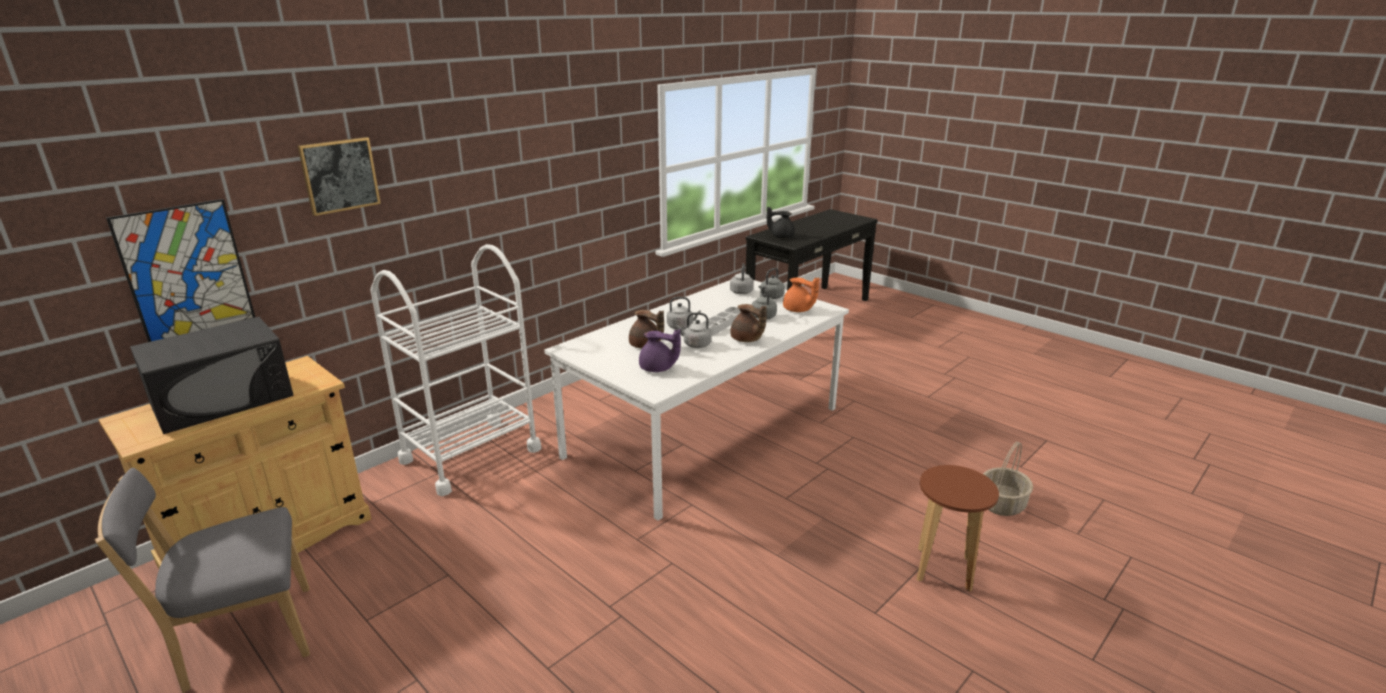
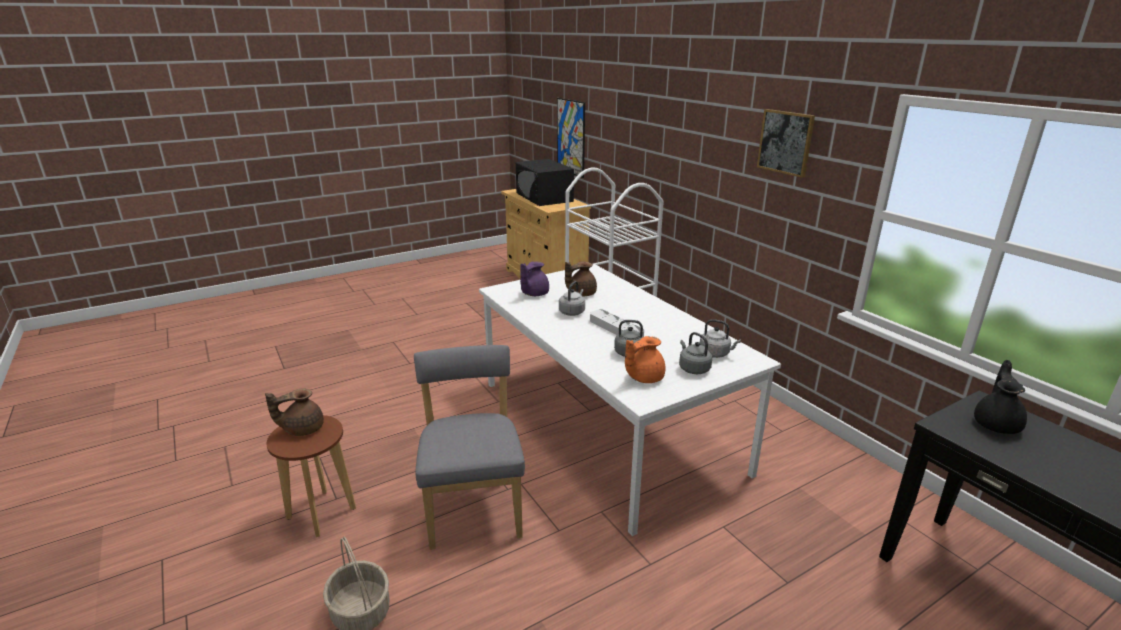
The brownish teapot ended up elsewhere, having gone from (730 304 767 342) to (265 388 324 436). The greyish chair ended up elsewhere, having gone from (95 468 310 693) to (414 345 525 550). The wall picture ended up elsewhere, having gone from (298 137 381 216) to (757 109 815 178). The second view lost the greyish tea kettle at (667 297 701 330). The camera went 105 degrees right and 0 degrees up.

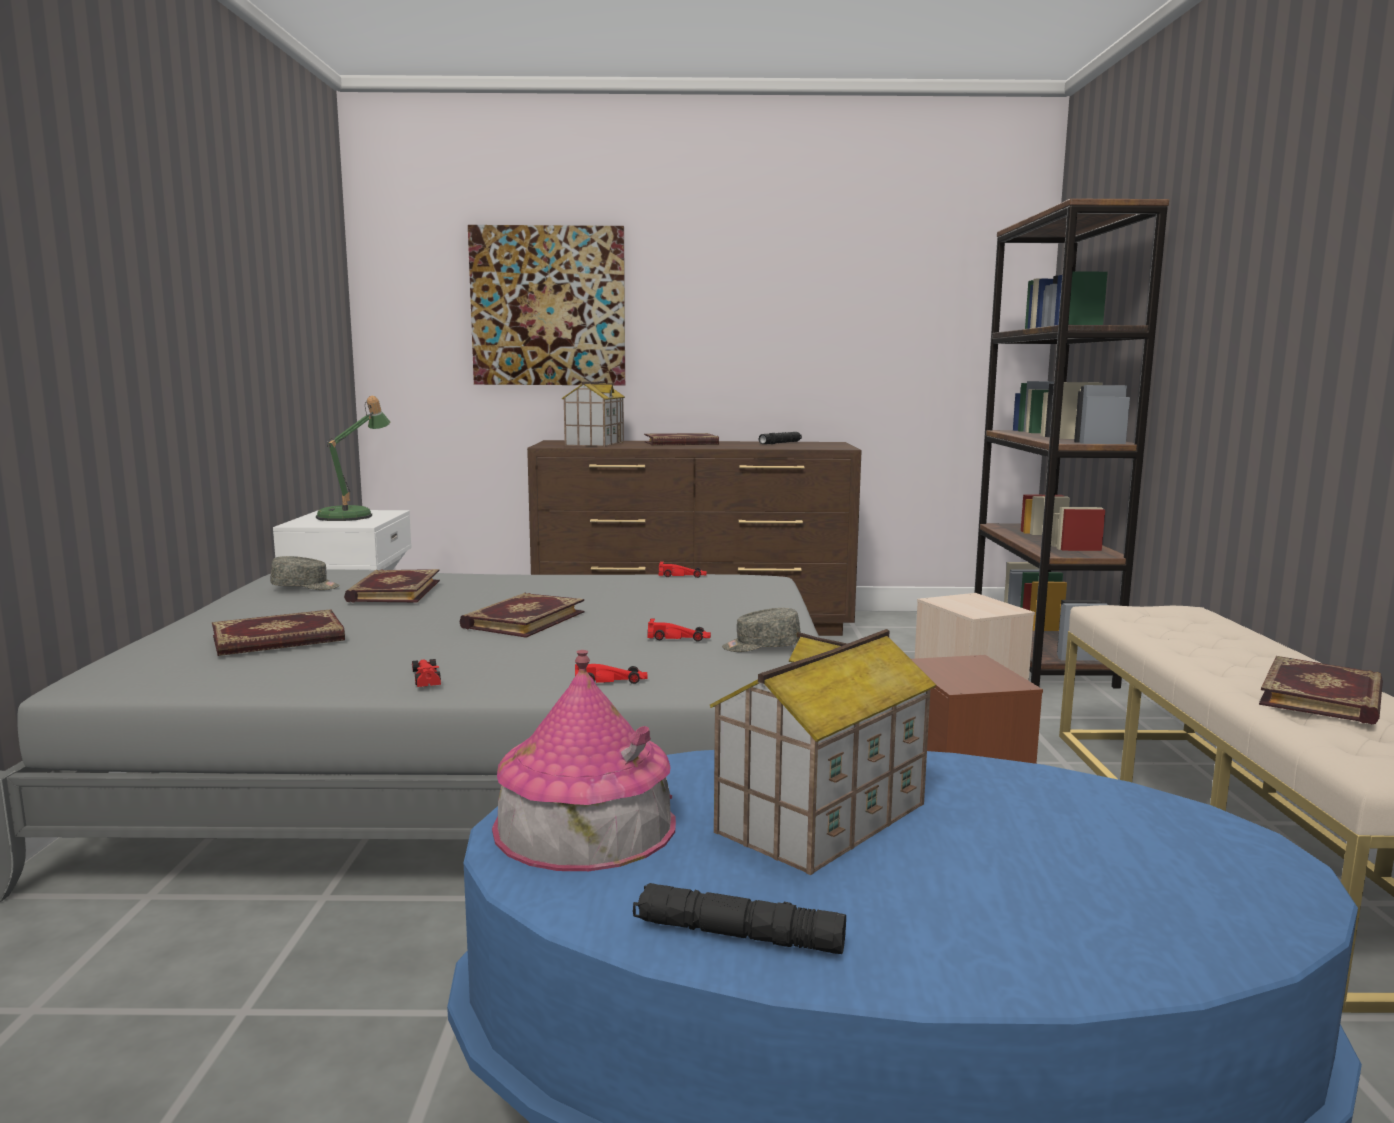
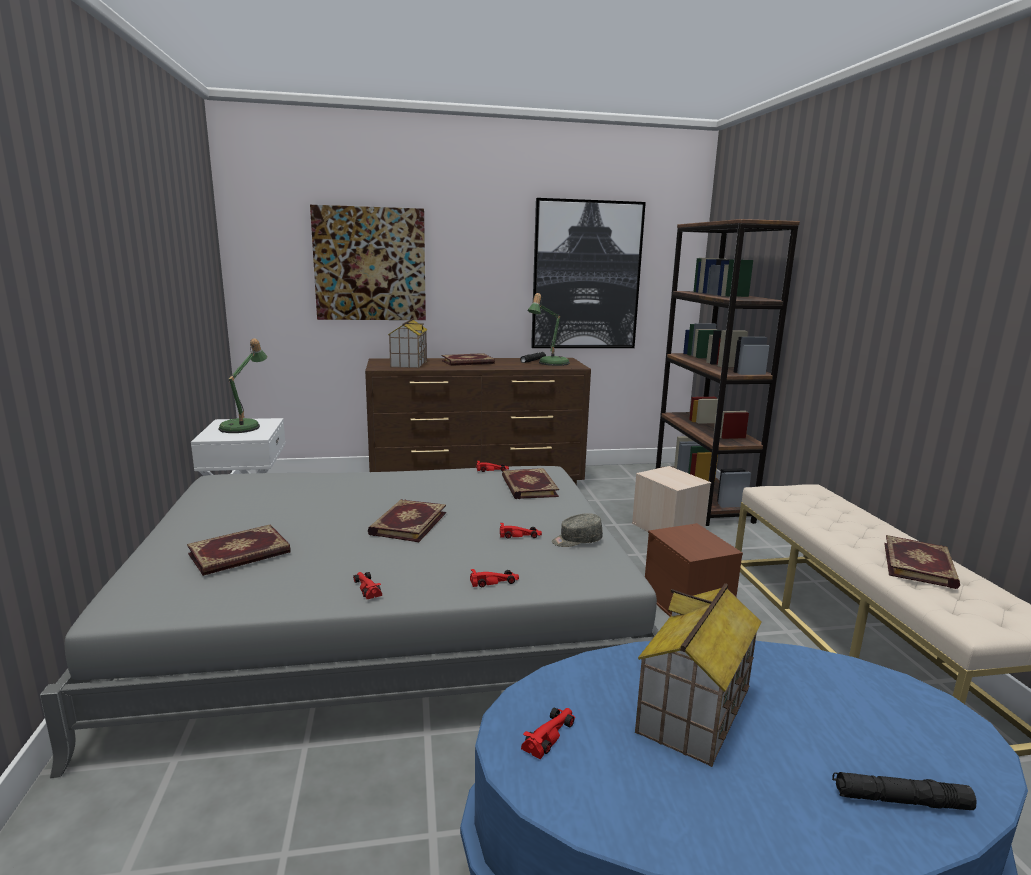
The bound book ended up elsewhere, having gone from (344 569 440 603) to (502 468 559 499). Where the toy house stood at (492 650 676 871), the red-coloured model car came to stand at (521 707 575 759). The second view gained the tabletop lamp at (527 293 570 366). The second view gained the wall picture at (531 198 646 348). The black flashlight ended up elsewhere, having gone from (633 883 846 954) to (832 772 977 810). The second view lost the greyish baseball cap at (270 556 340 590). The camera went 10 degrees left and 5 degrees up.

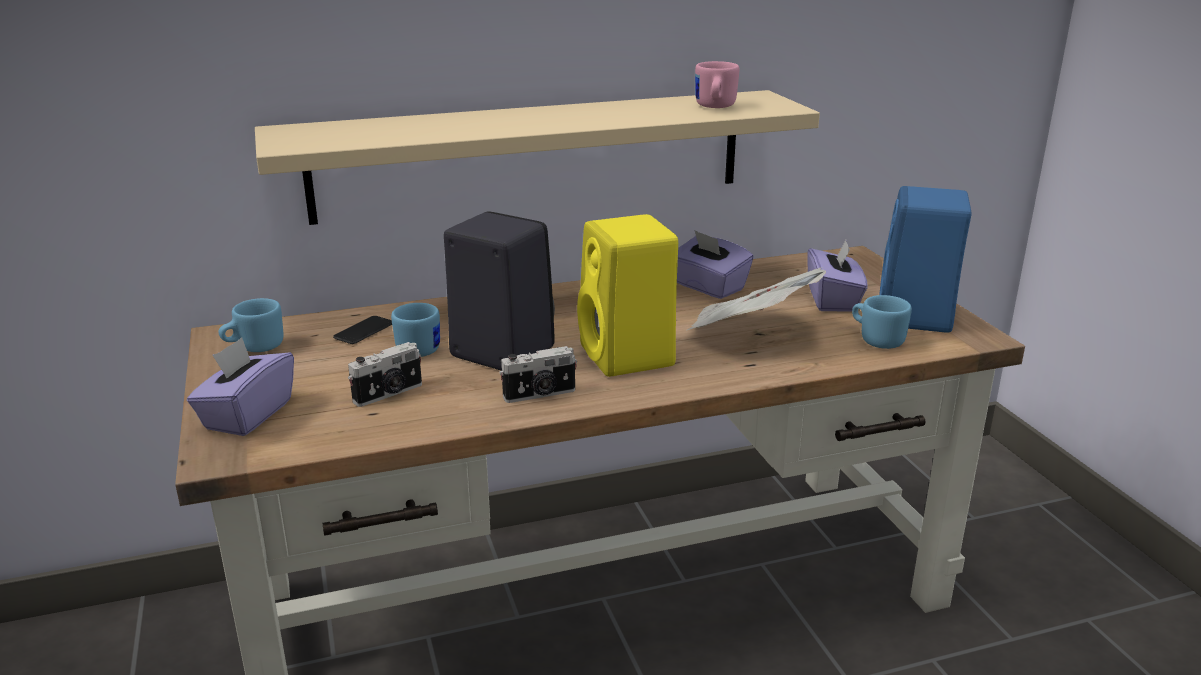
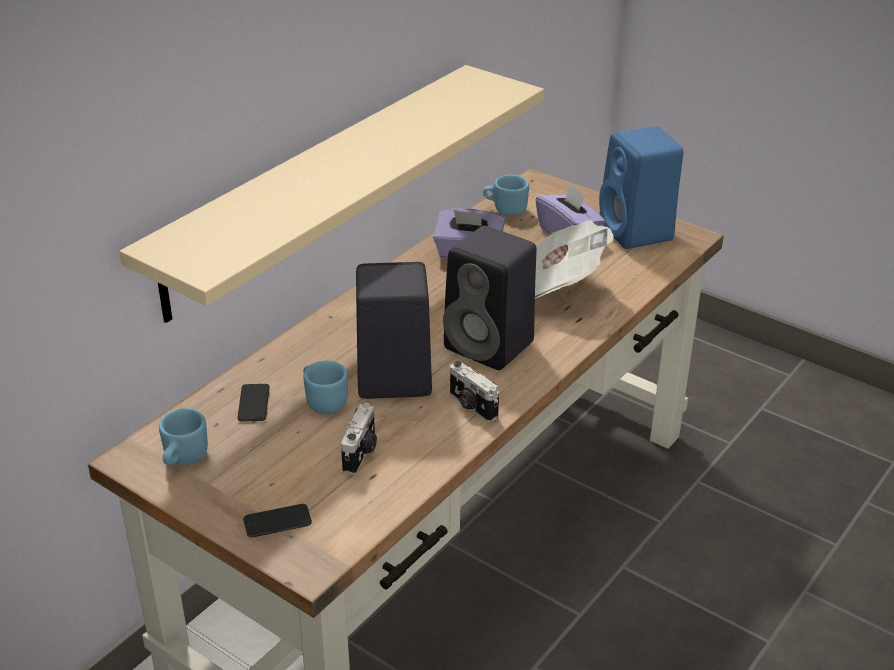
Where the purplish tissue holder stood at (187 337 294 436), the phone came to stand at (243 504 312 538). What was the yellow-coloured loudspeaker at (577 214 678 377) turned into the black loudspeaker at (443 226 537 370). The photo camera at (499 346 577 403) ended up facing another way, 105 degrees clockwise from before. The bluish mug ended up elsewhere, having gone from (852 295 912 349) to (483 175 529 216). The second view lost the pinkish mug at (695 61 739 108). The camera went 35 degrees left and 10 degrees up.

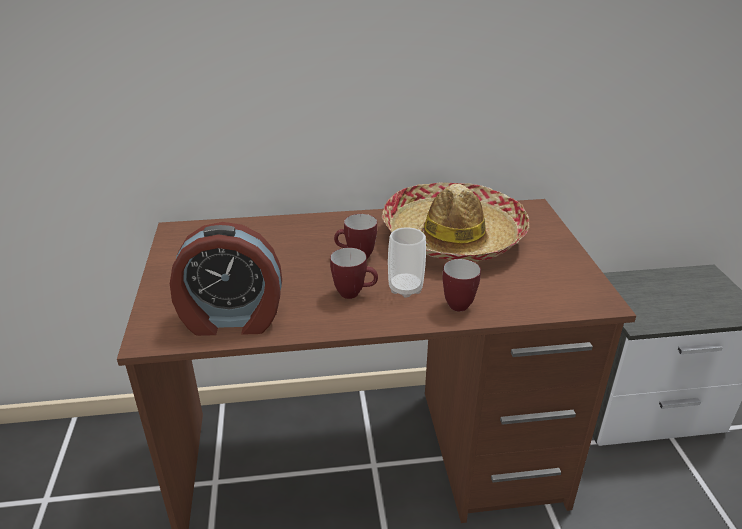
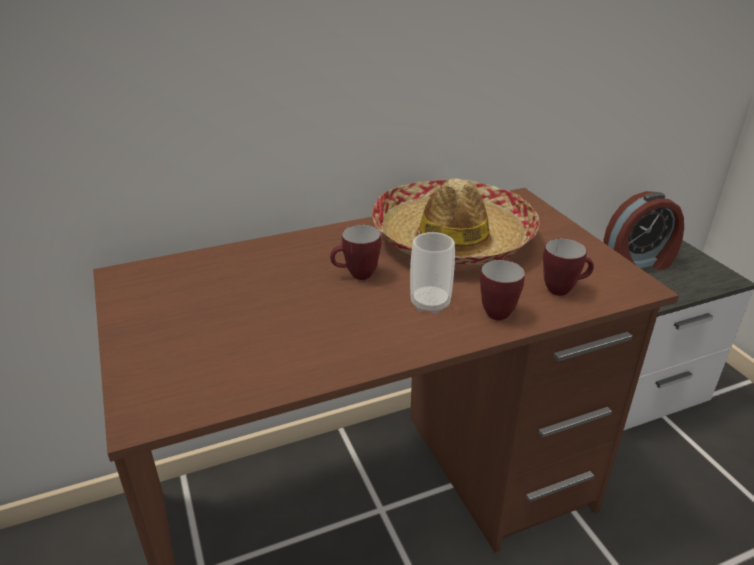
The mug ended up elsewhere, having gone from (330 248 378 299) to (543 238 594 296). The bedside clock ended up elsewhere, having gone from (170 222 282 336) to (604 191 684 270). The camera went 15 degrees left and 0 degrees up.

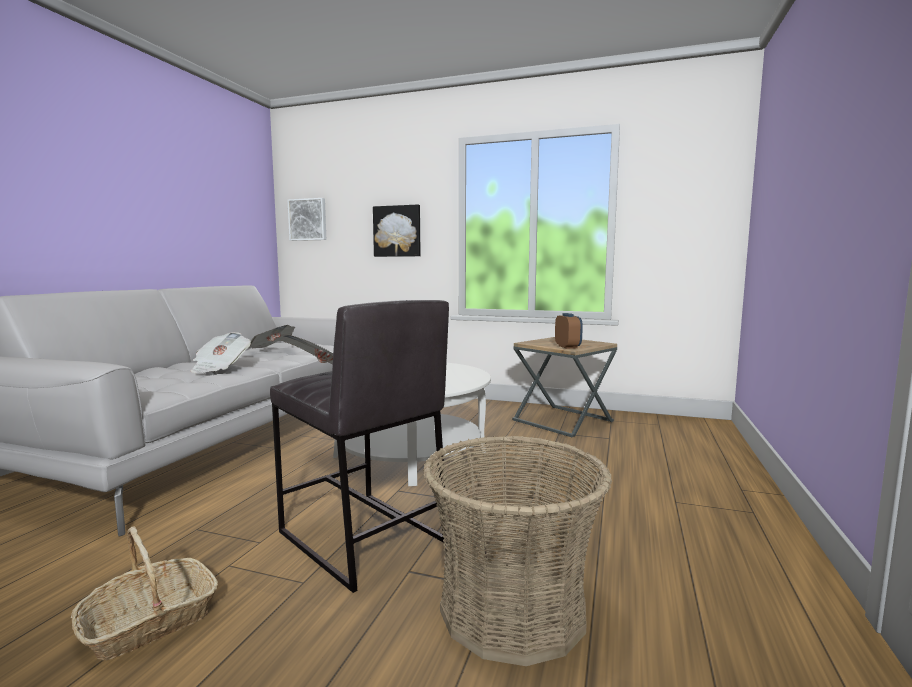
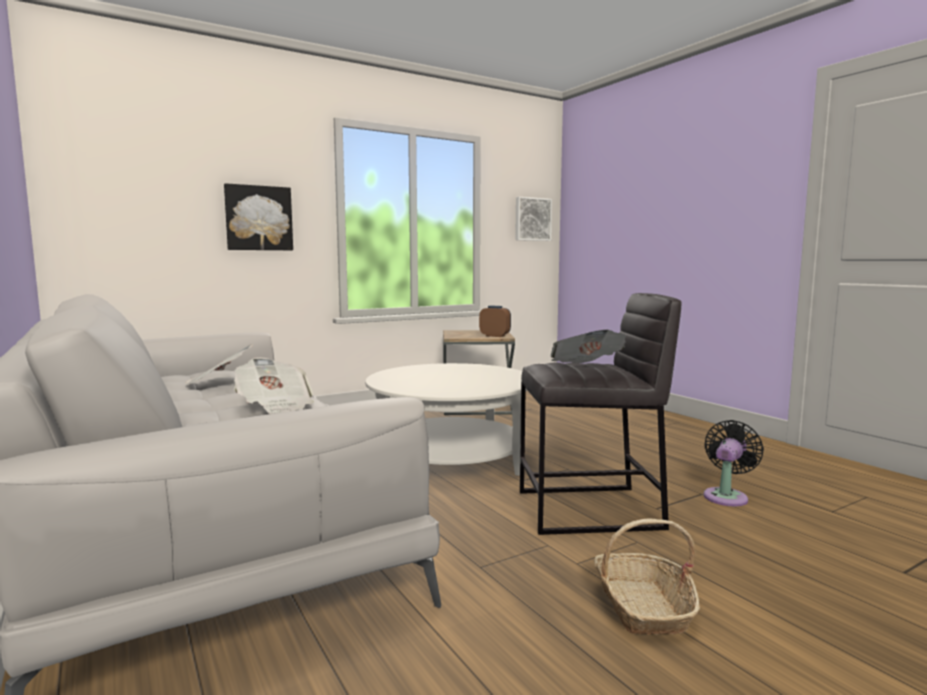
The wall picture ended up elsewhere, having gone from (287 198 326 241) to (515 197 552 241). Where the storage basket stood at (423 436 612 666), the black electric fan came to stand at (704 420 764 506). The camera went 50 degrees left and 0 degrees up.

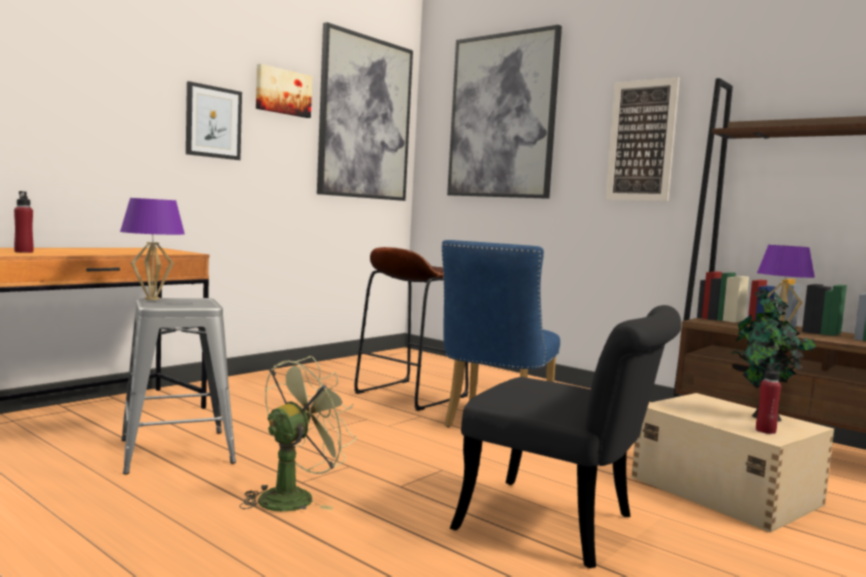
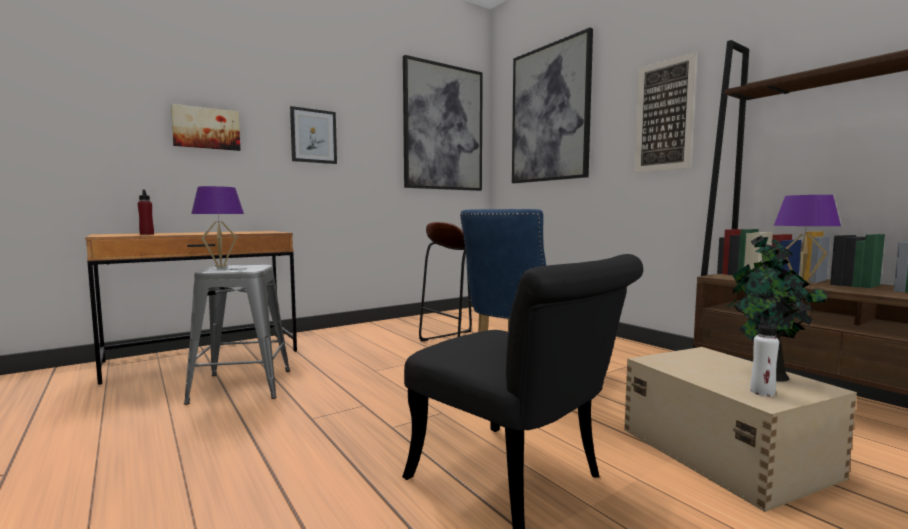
The wall picture ended up elsewhere, having gone from (256 64 312 118) to (171 104 240 151). What was the red-coloured bottle at (756 363 783 434) turned into the white bottle at (750 316 781 396). The second view lost the greenish electric fan at (240 356 357 511). The camera went 15 degrees right and 0 degrees up.

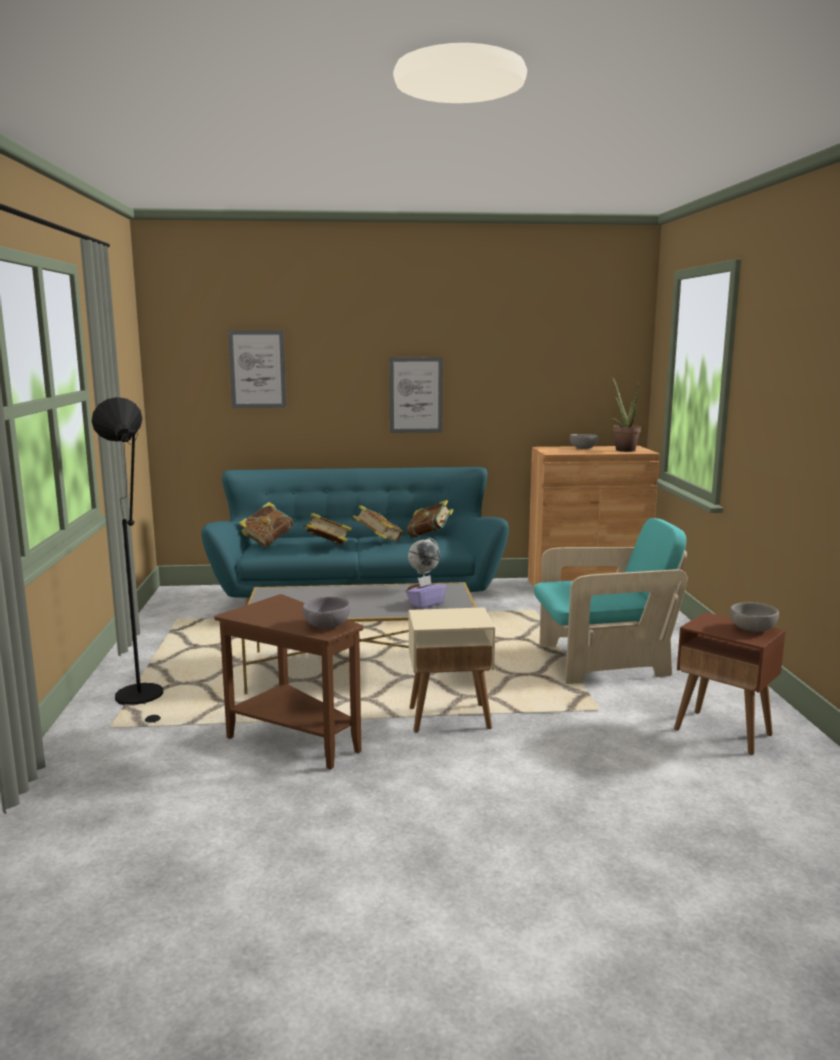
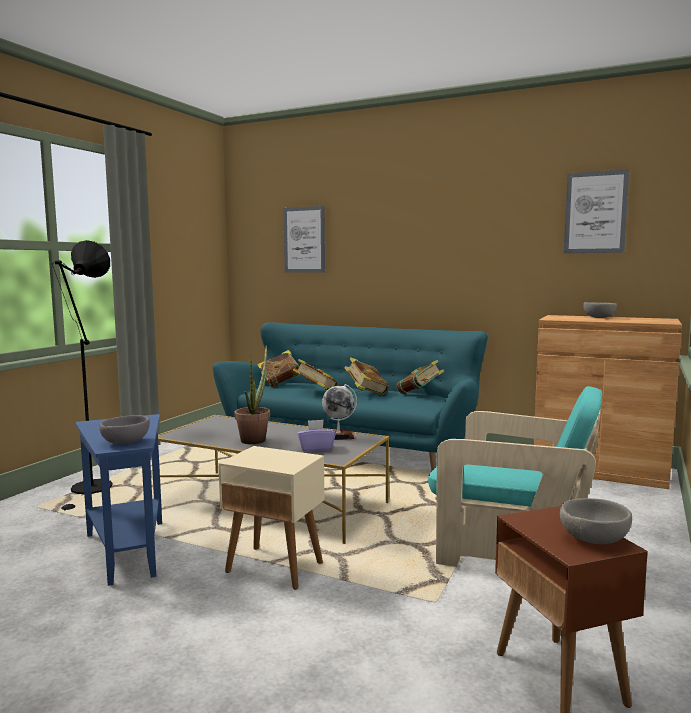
What was the brownish accent table at (214 594 363 770) turned into the bluish accent table at (76 414 162 586). The potted plant ended up elsewhere, having gone from (611 376 641 452) to (235 345 270 444). The wall picture ended up elsewhere, having gone from (389 357 443 433) to (564 169 629 253). The camera went 30 degrees right and 5 degrees down.

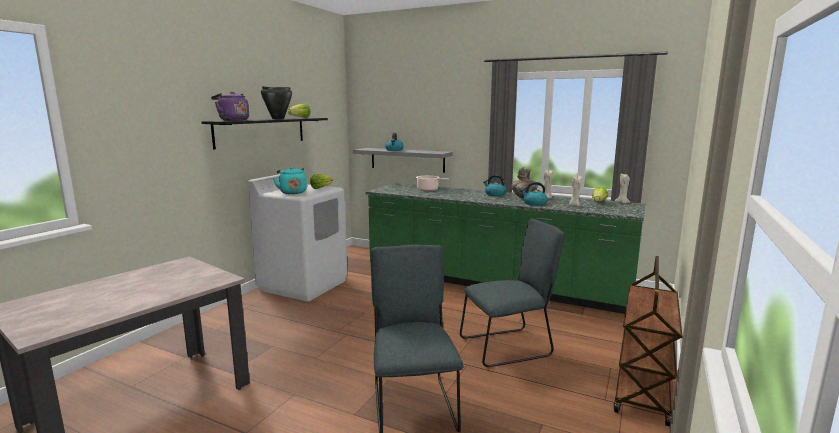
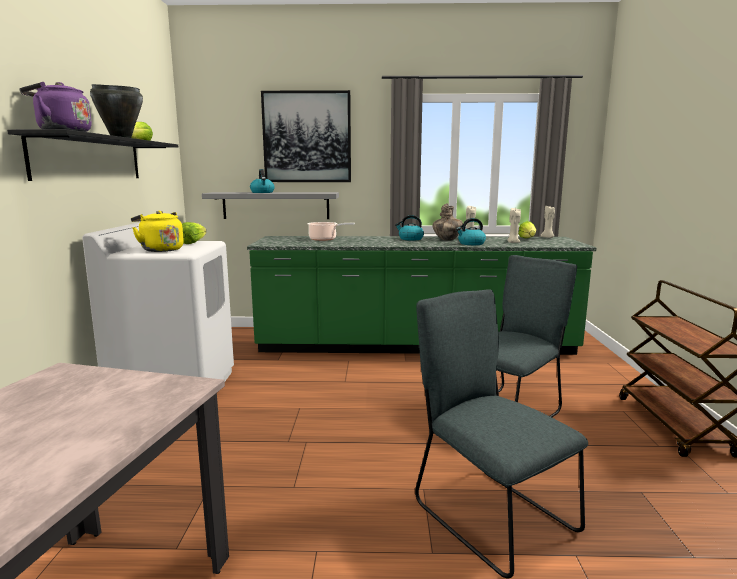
What was the turquoise-coloured tea kettle at (273 167 307 194) turned into the yellow-coloured tea kettle at (131 211 184 252). The second view gained the wall picture at (261 90 351 182). The camera went 25 degrees left and 0 degrees up.

